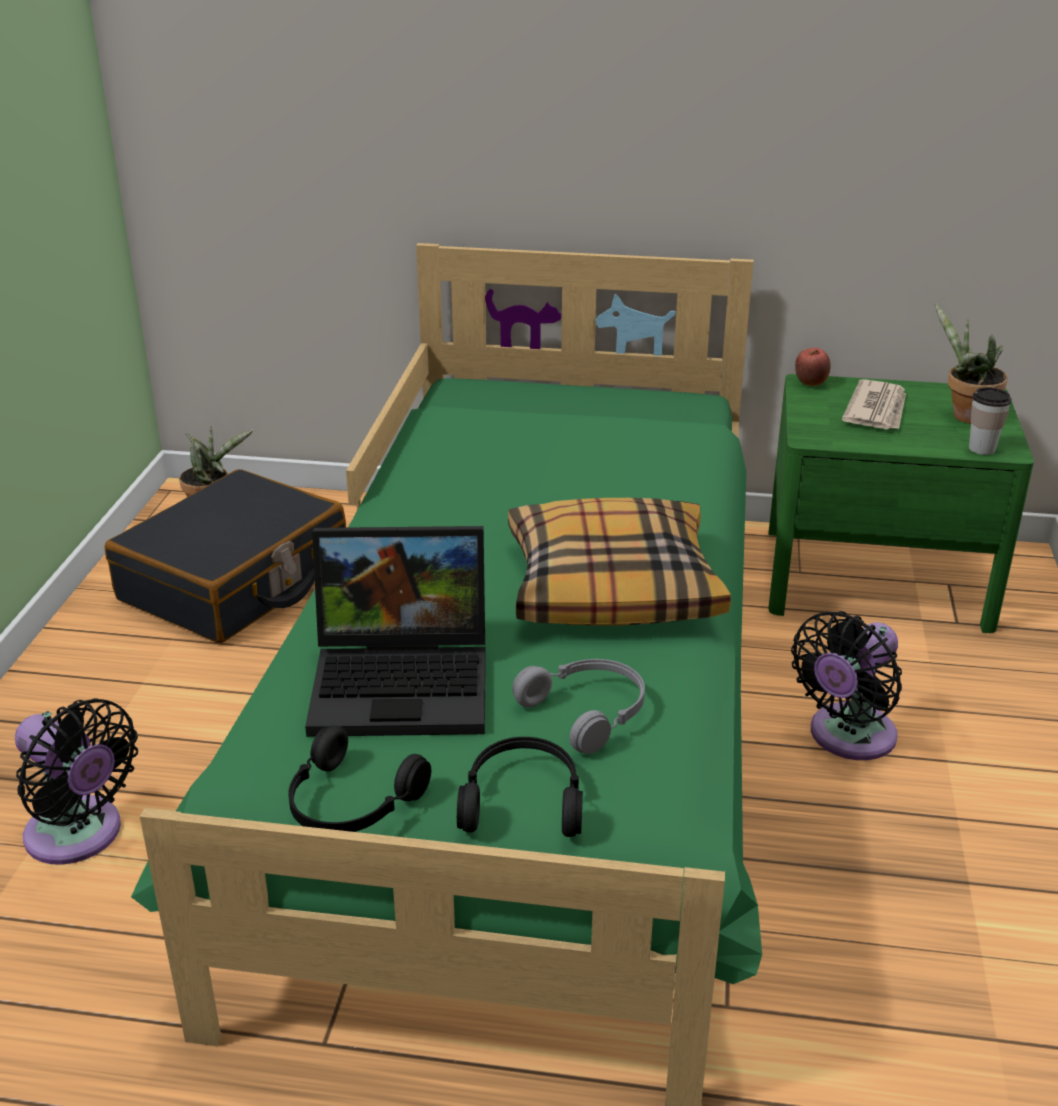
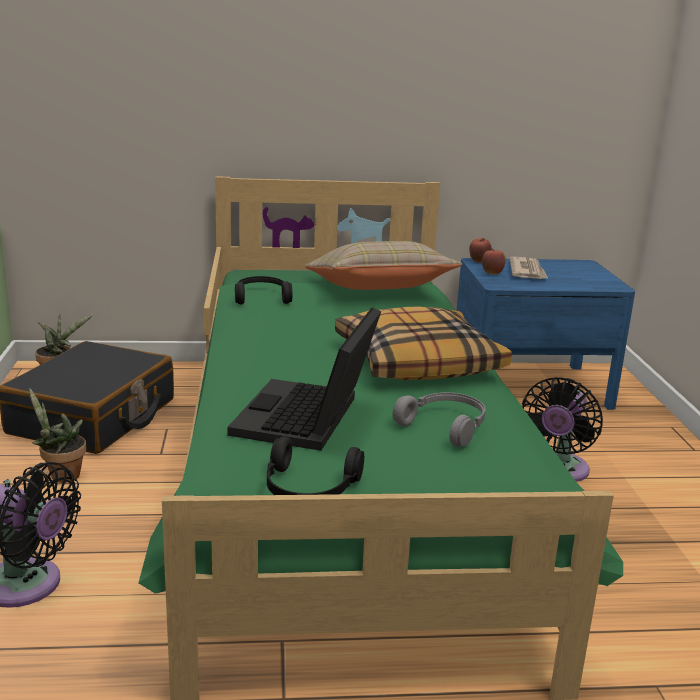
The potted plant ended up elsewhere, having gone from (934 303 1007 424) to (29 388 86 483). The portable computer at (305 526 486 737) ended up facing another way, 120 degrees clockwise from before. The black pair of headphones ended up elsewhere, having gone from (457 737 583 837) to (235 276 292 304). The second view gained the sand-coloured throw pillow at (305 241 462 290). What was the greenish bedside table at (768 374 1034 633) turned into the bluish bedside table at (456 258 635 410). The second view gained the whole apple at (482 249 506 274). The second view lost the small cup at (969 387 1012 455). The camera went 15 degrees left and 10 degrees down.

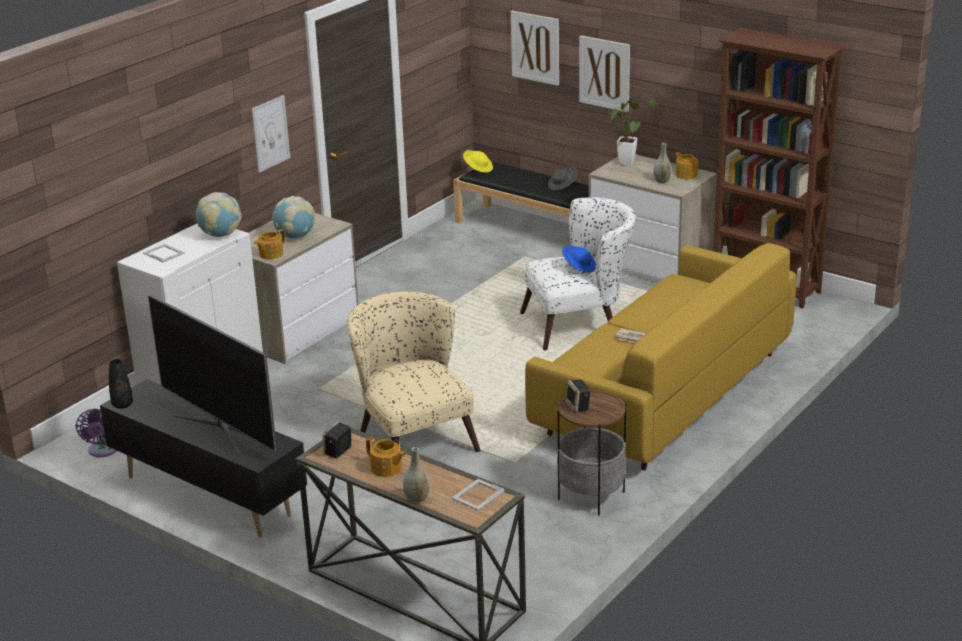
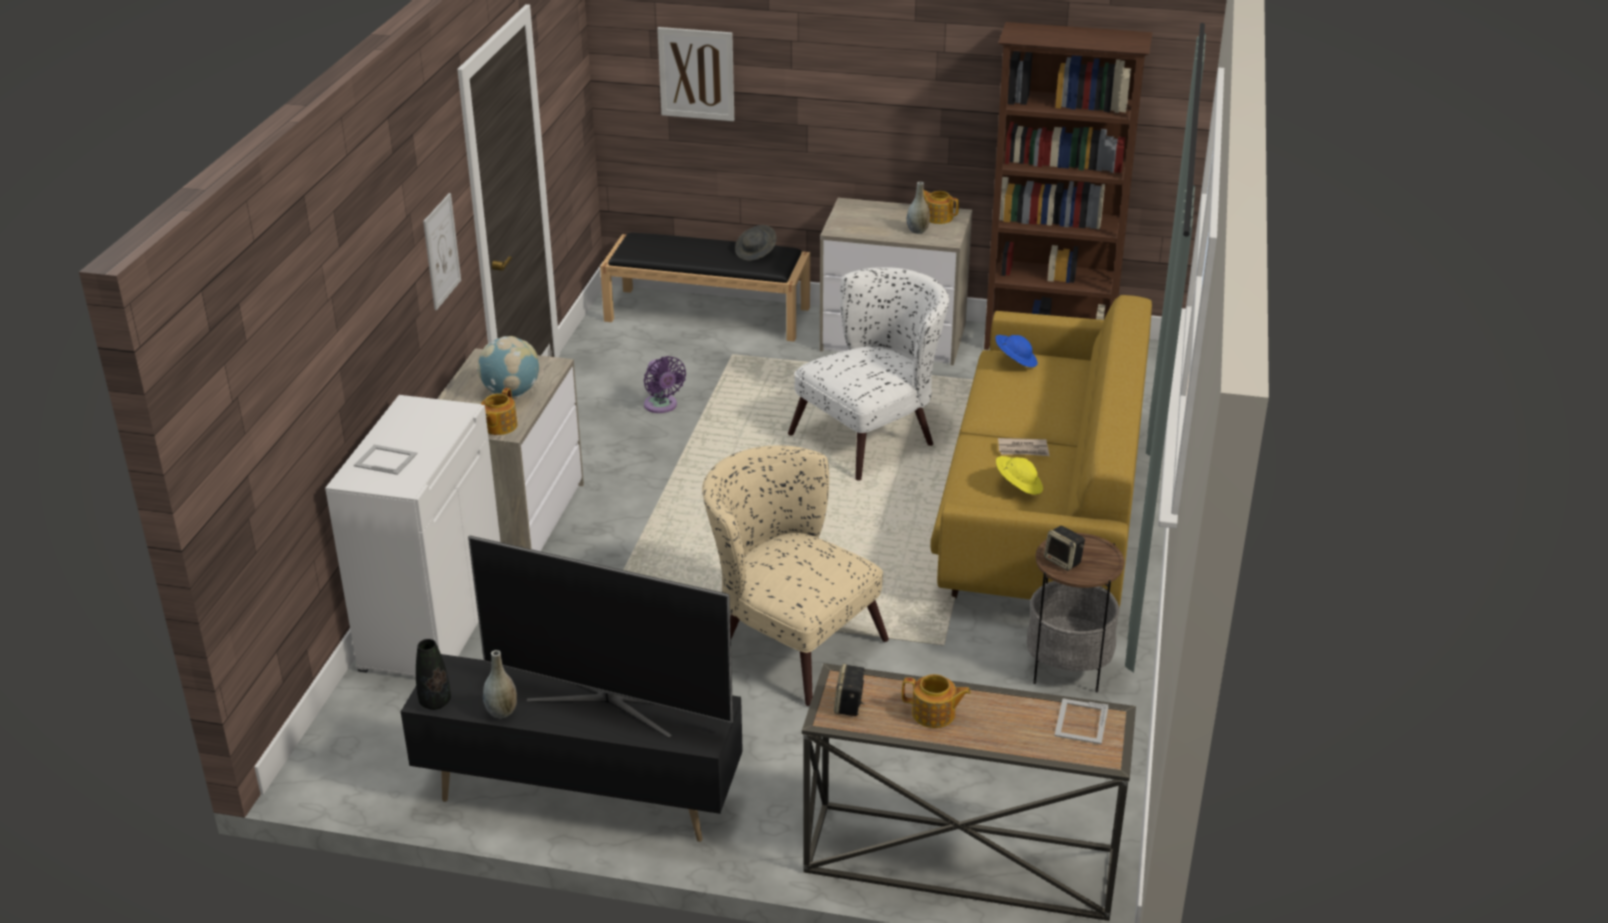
The greyish decorative vase ended up elsewhere, having gone from (403 447 429 503) to (483 650 517 719). The purplish electric fan ended up elsewhere, having gone from (76 408 117 457) to (644 356 686 413). The bluish clothing hat ended up elsewhere, having gone from (562 245 596 273) to (995 335 1038 367). The yellow-coloured clothing hat ended up elsewhere, having gone from (463 150 493 173) to (996 456 1043 495). The second view lost the world globe at (196 192 241 237). The second view lost the wall picture at (579 36 630 112). The second view lost the potted plant at (610 98 659 166). The camera went 25 degrees left and 5 degrees up.

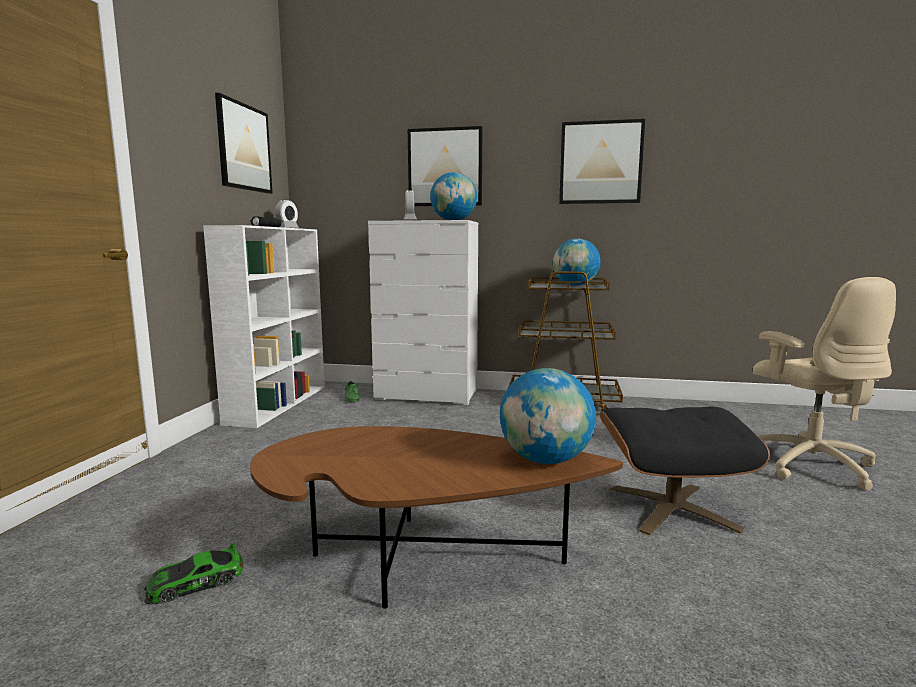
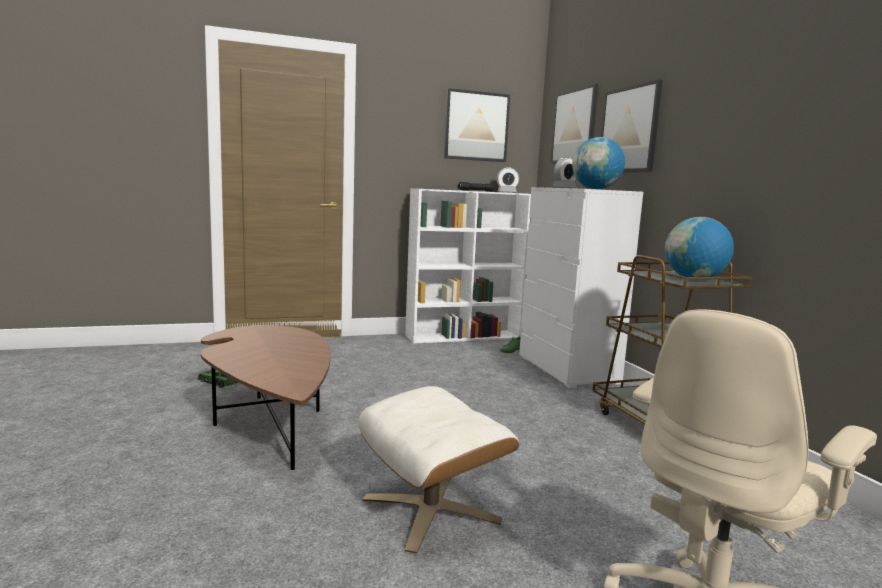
What was the black ottoman at (600 406 770 536) turned into the sand-coloured ottoman at (358 386 519 554). The wall picture ended up elsewhere, having gone from (559 119 645 204) to (551 84 598 164). The second view lost the world globe at (500 368 596 464). The camera went 60 degrees right and 0 degrees up.

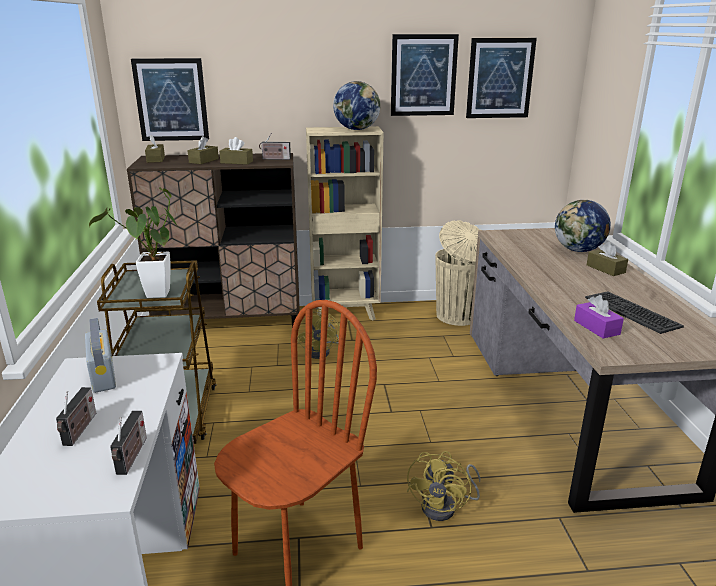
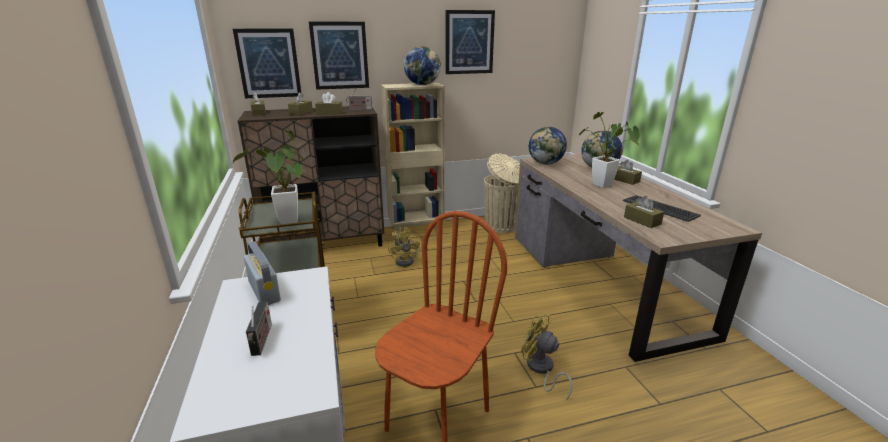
The wall picture ended up elsewhere, having gone from (466 38 537 118) to (309 22 369 90). The yellow-coloured electric fan at (407 451 480 521) ended up facing another way, 120 degrees clockwise from before. The second view gained the world globe at (529 127 567 164). The second view gained the potted plant at (579 112 640 188). What was the purplish tissue holder at (574 295 624 338) turned into the brownish tissue holder at (624 196 664 228). The second view lost the radio receiver at (110 411 147 475). The camera went 10 degrees left and 0 degrees up.

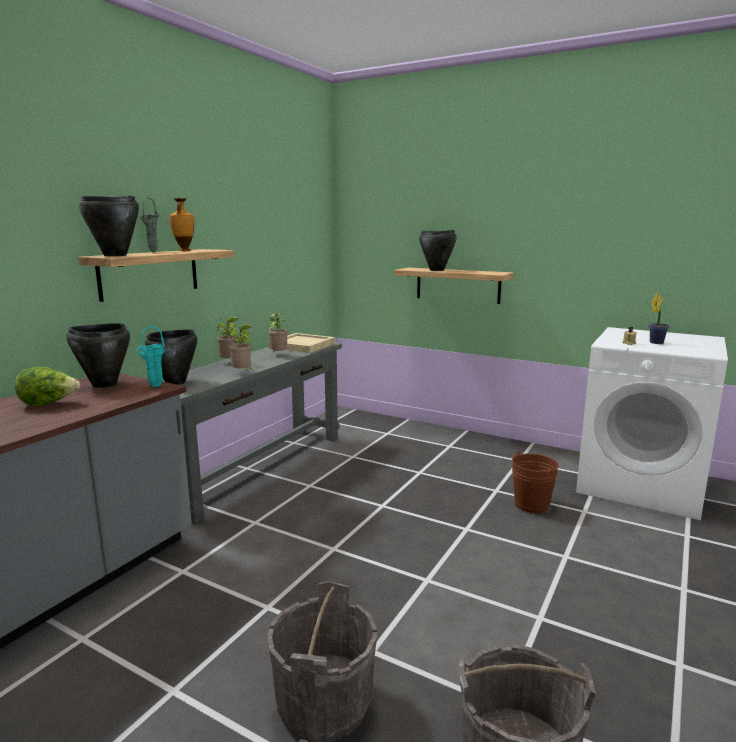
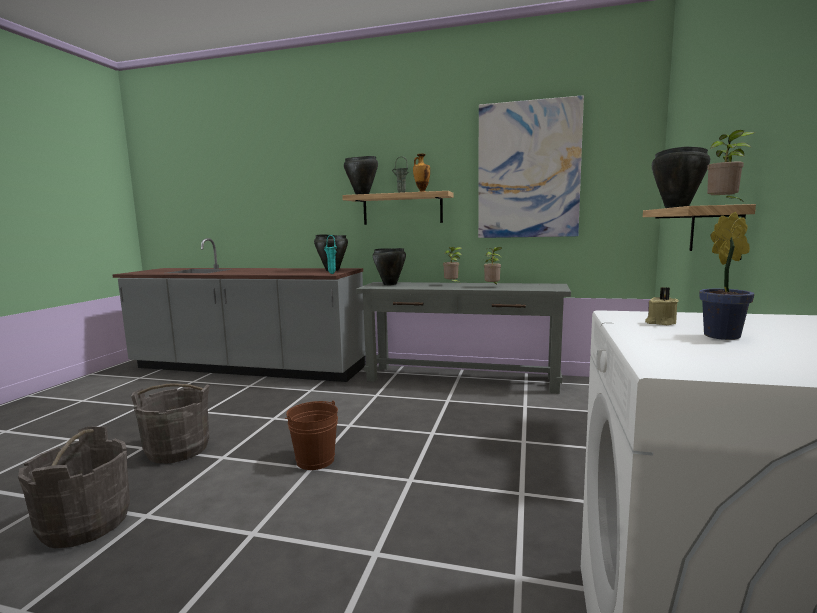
The brownish pail ended up elsewhere, having gone from (512 451 559 513) to (285 401 338 470). The second view gained the wall picture at (478 95 584 238). The potted plant ended up elsewhere, having gone from (229 324 253 370) to (707 130 755 201). The second view lost the lettuce head at (15 367 80 406). The second view lost the sand-coloured serving tray at (269 333 335 353). The camera went 75 degrees right and 5 degrees down.

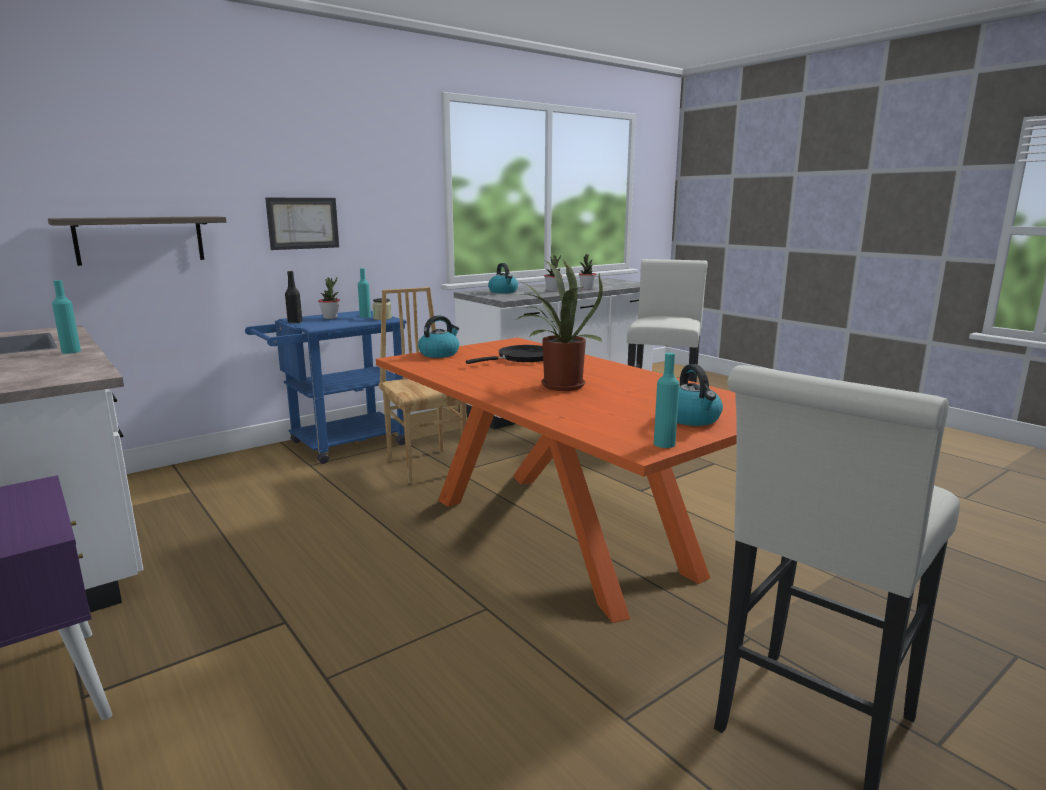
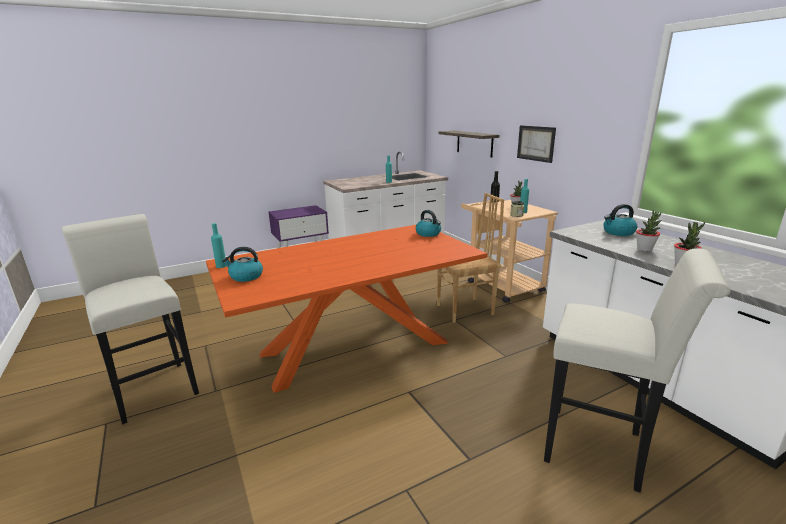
What was the bluish wheeled cart at (245 311 406 464) turned into the sand-coloured wheeled cart at (461 200 558 303). The second view lost the black skillet at (466 345 543 364). The second view lost the potted plant at (517 260 603 391). The camera went 100 degrees right and 5 degrees up.

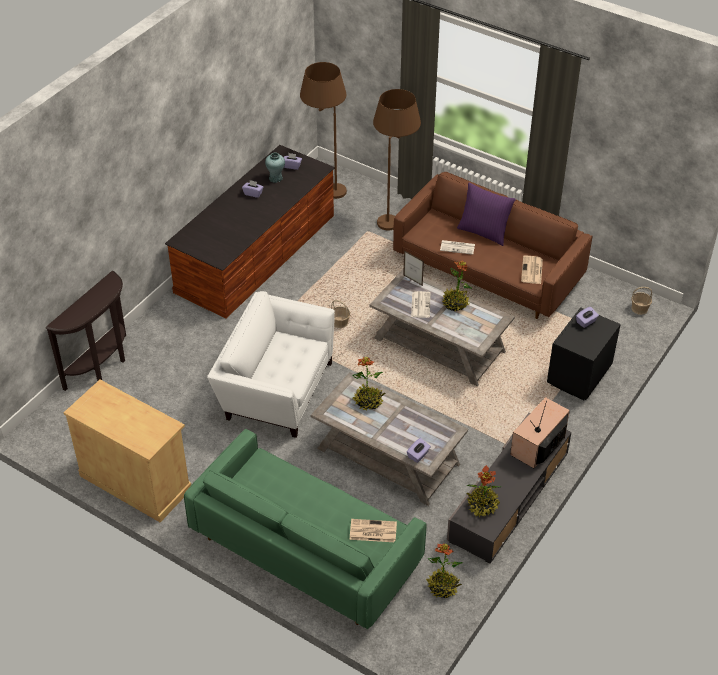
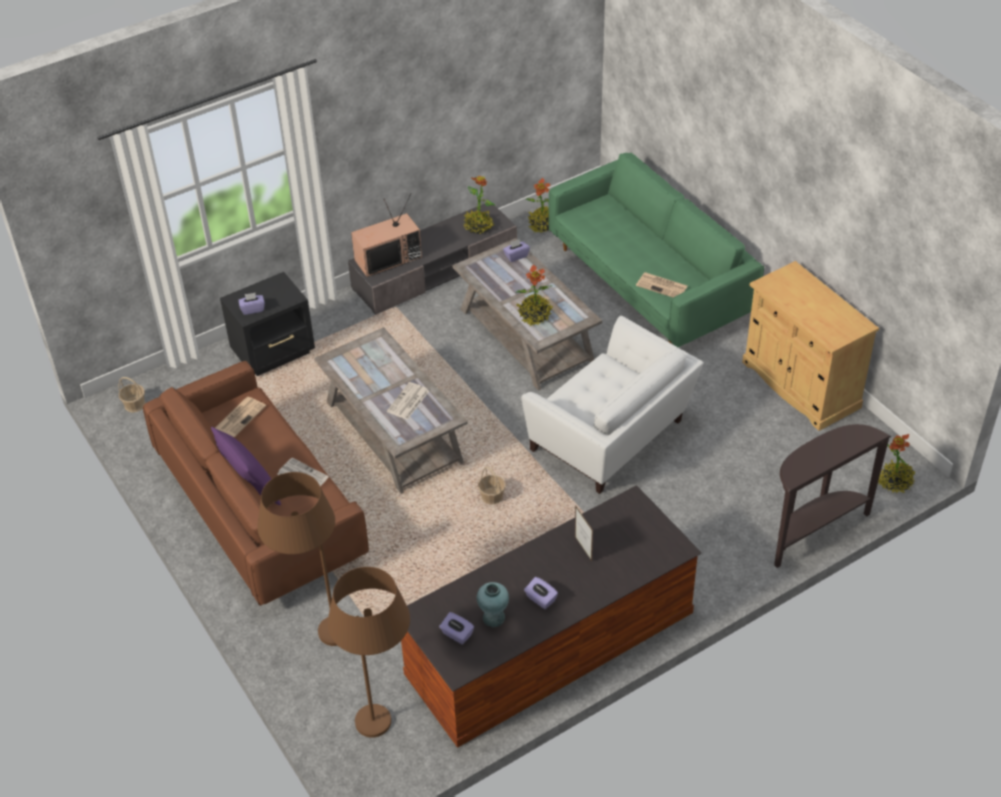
The picture frame ended up elsewhere, having gone from (403 250 424 286) to (575 505 593 561). The newspaper ended up elsewhere, having gone from (349 519 397 542) to (636 272 688 298). The potted plant ended up elsewhere, having gone from (442 260 472 311) to (878 434 915 493). The camera went 155 degrees left and 0 degrees up.

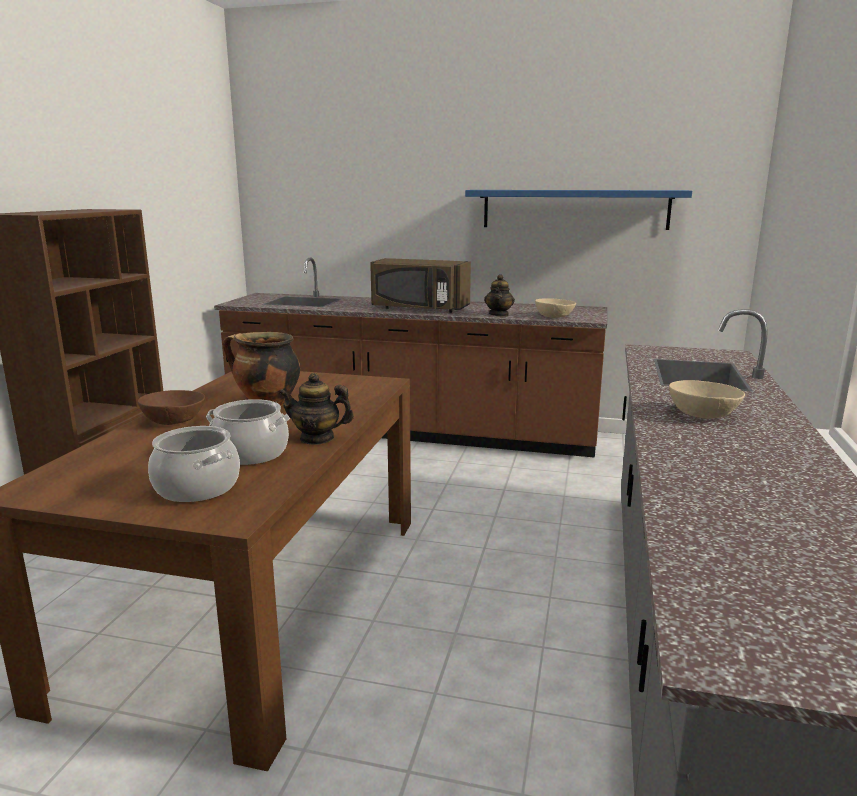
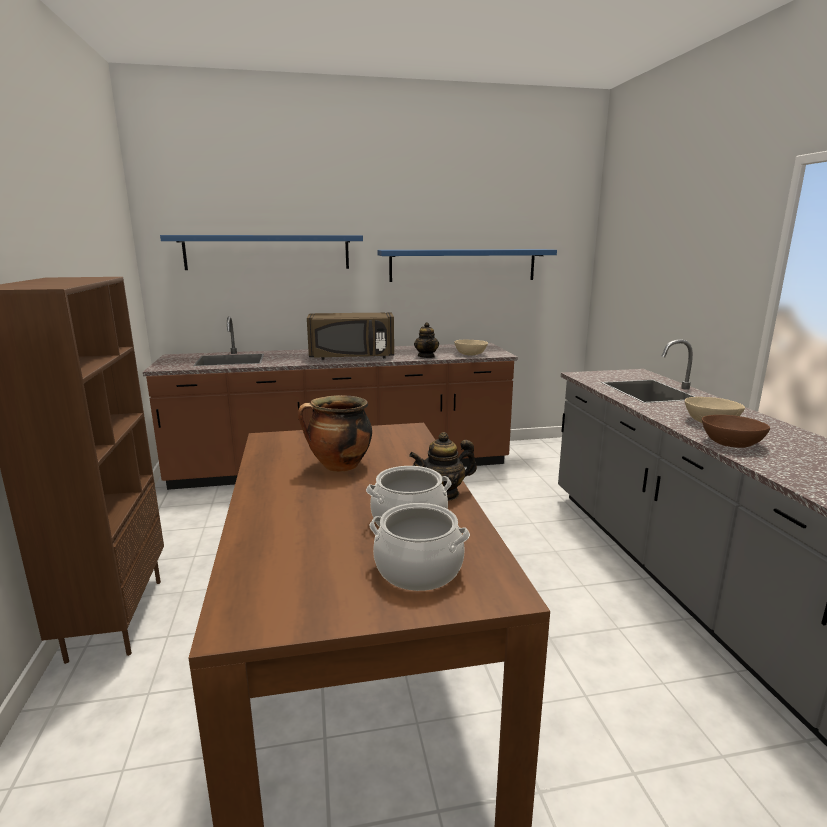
The second view gained the bluish wall shelf at (160 235 363 270). The brownish serving bowl ended up elsewhere, having gone from (138 390 205 425) to (702 415 770 448). The camera went 25 degrees left and 0 degrees up.

